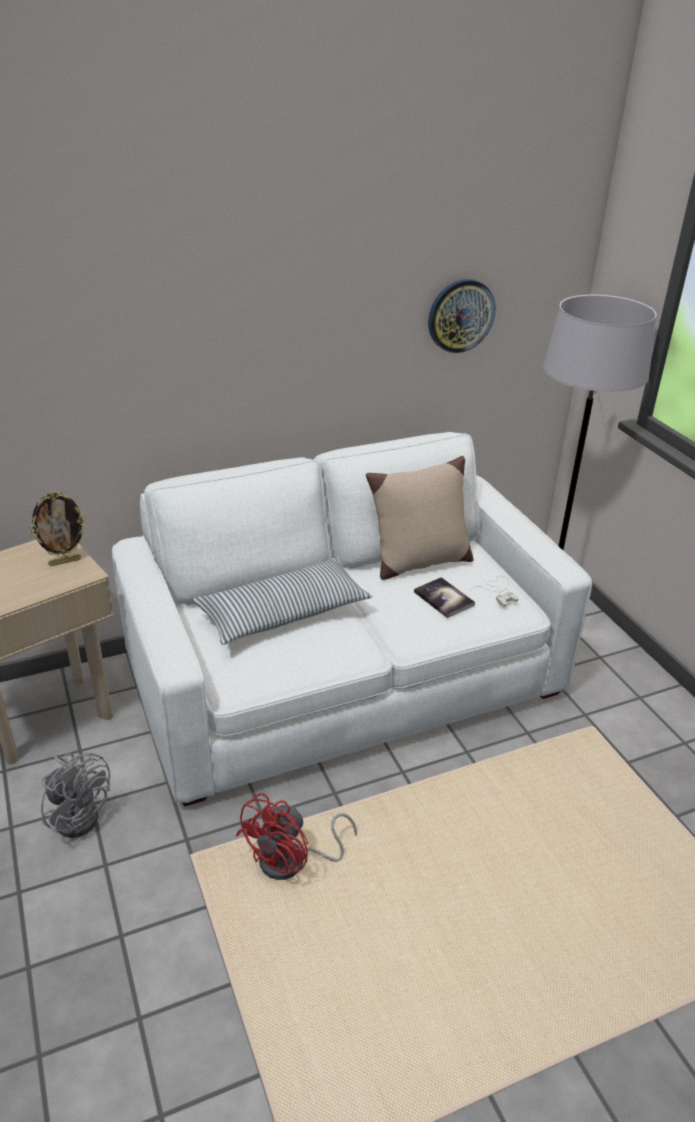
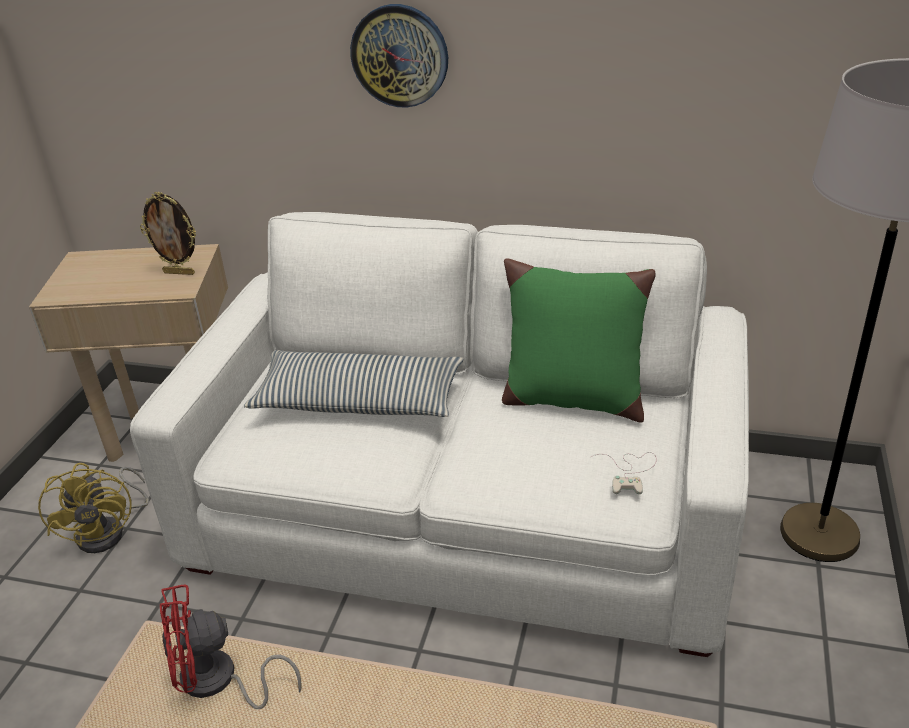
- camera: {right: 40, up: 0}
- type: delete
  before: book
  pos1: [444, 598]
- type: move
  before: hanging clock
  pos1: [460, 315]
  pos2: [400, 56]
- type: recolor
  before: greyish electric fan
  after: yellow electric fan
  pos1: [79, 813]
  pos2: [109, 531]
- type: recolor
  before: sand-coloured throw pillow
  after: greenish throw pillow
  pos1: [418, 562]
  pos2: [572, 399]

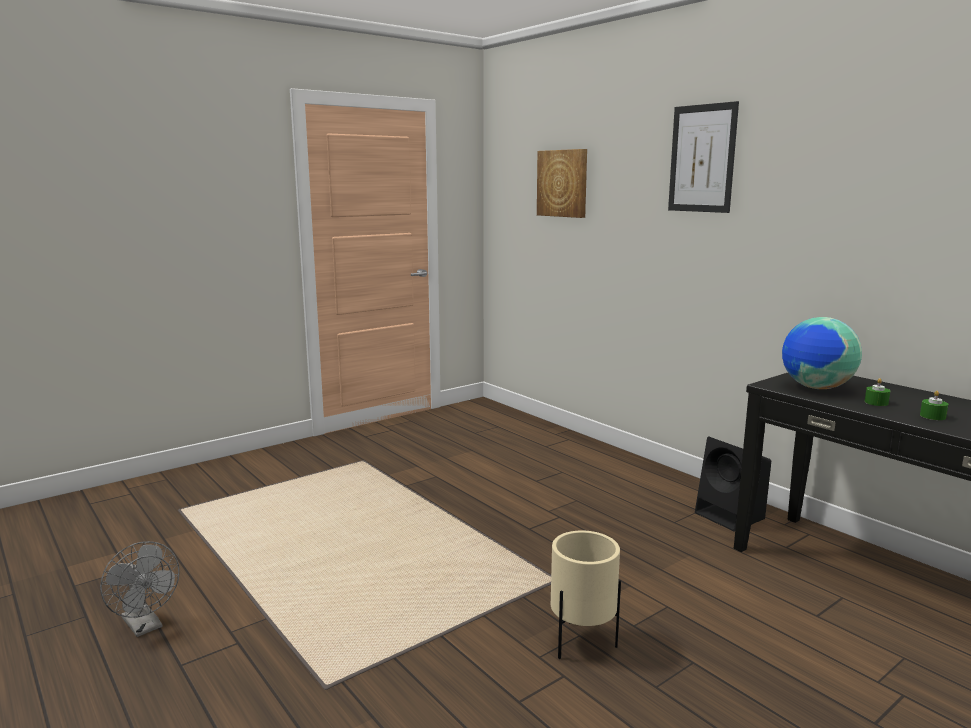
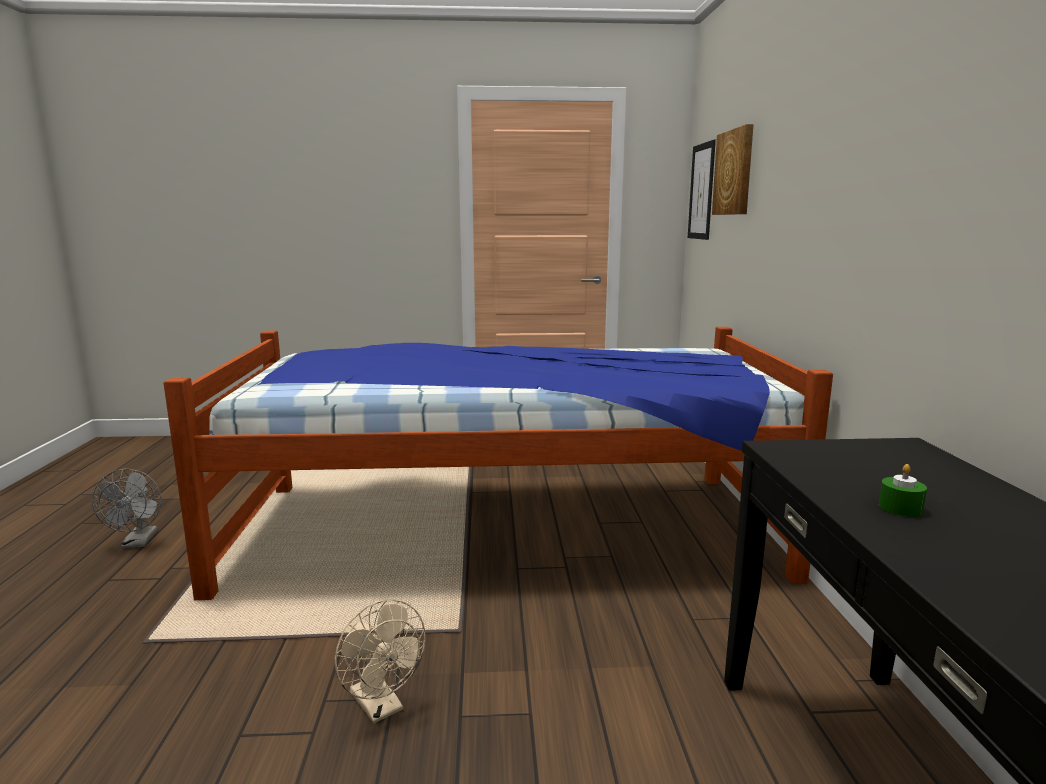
- camera: {right: 35, up: 0}
- type: delete
  before: black speaker
  pos1: [731, 516]
- type: delete
  before: world globe
  pos1: [816, 388]
- type: delete
  before: greenish candle
  pos1: [932, 416]
- type: insert
  after: bed
  pos2: [504, 527]
- type: move
  before: wall art
  pos1: [702, 158]
  pos2: [701, 191]
- type: replace
  before: sand-coloured planter
  after: sand-coloured electric fan
  pos1: [581, 643]
  pos2: [381, 707]

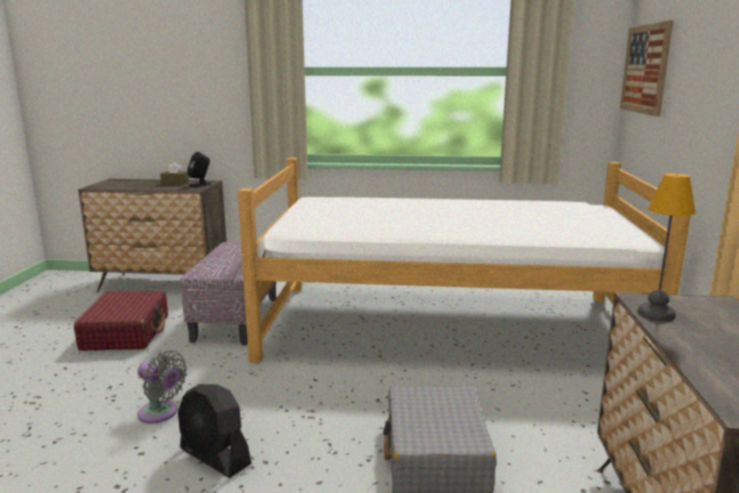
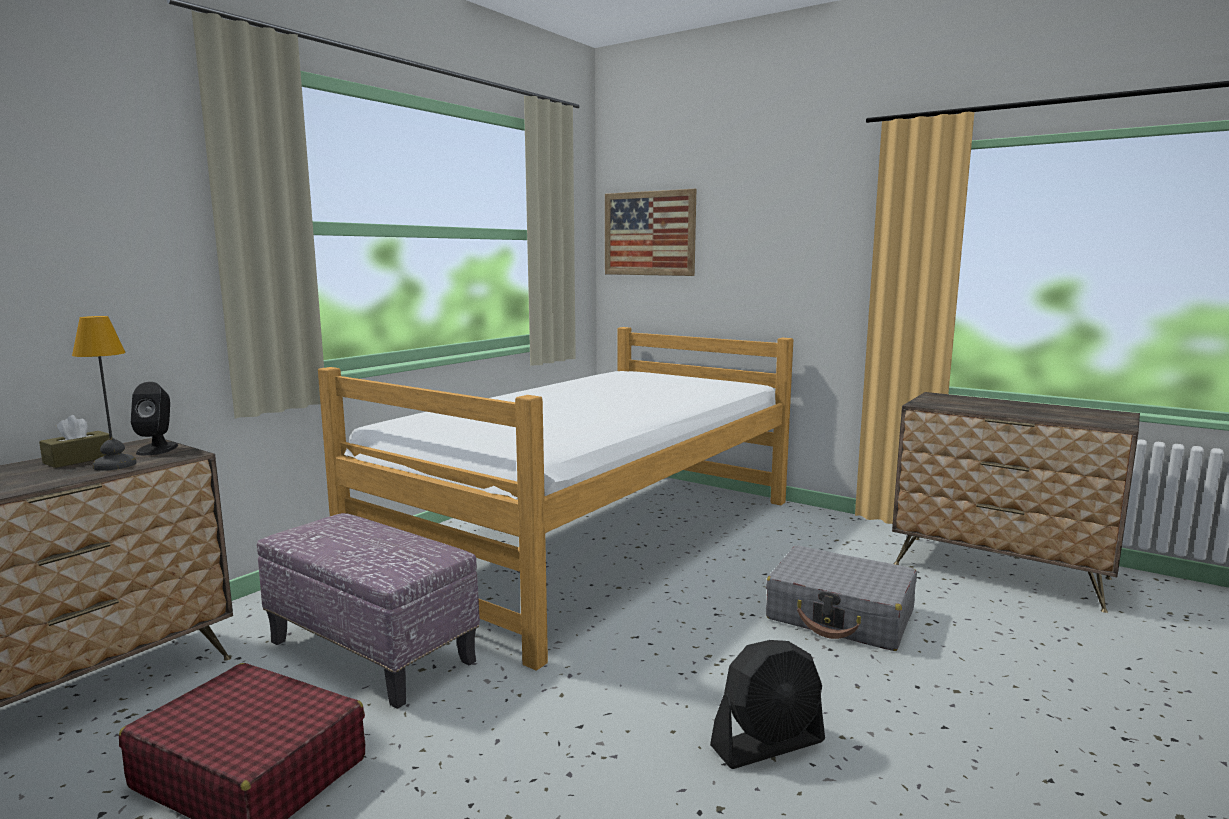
- camera: {right: -60, up: -5}
- type: delete
  before: greyish electric fan
  pos1: [161, 414]
- type: move
  before: lamp for a table
  pos1: [655, 313]
  pos2: [113, 465]

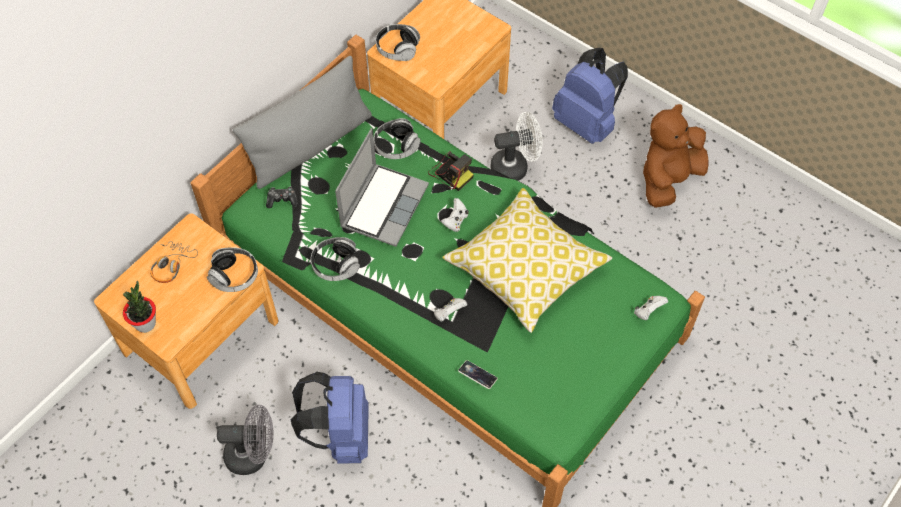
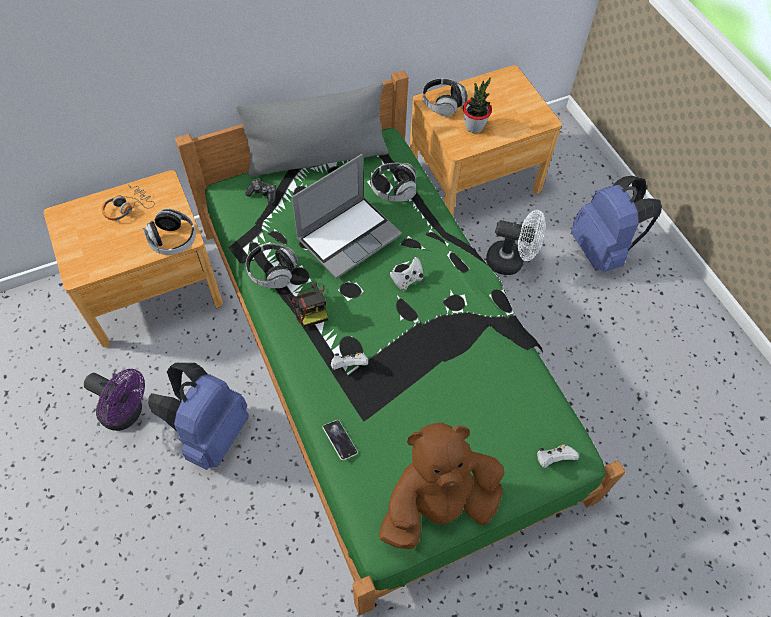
- camera: {right: 25, up: 0}
- type: delete
  before: throw pillow
  pos1: [526, 269]
- type: move
  before: plant in a pot
  pos1: [145, 323]
  pos2: [474, 126]
- type: move
  before: photo camera
  pos1: [450, 172]
  pos2: [309, 305]
- type: move
  before: brown-coloured soft toy
  pos1: [668, 179]
  pos2: [438, 504]
- type: recolor
  before: greyish electric fan
  after: purplish electric fan
  pos1: [253, 455]
  pos2: [127, 414]

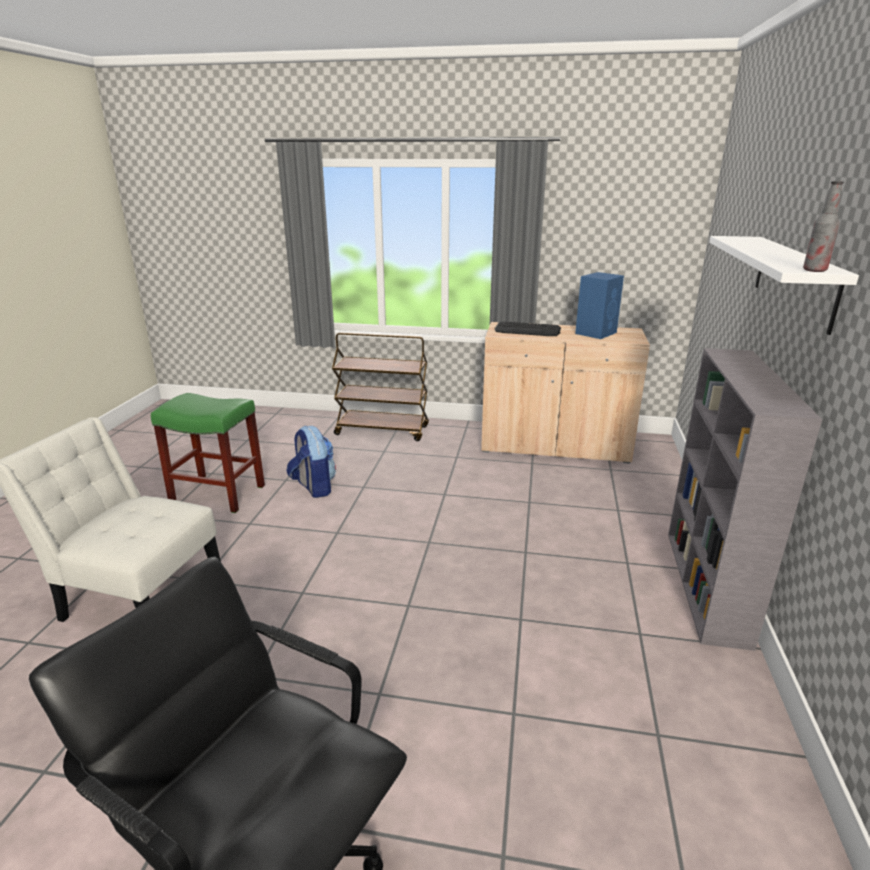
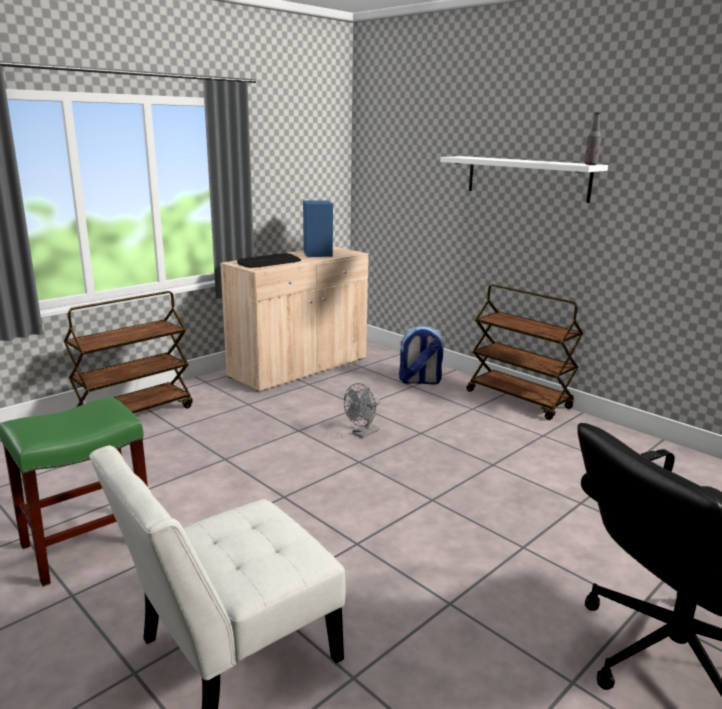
- camera: {right: -55, up: -5}
- type: insert
  after: greyish electric fan
  pos2: [362, 434]
- type: move
  before: backpack
  pos1: [313, 487]
  pos2: [419, 381]
- type: replace
  before: greyish bookcase
  after: brown-coloured trolley
  pos1: [706, 586]
  pos2: [519, 400]

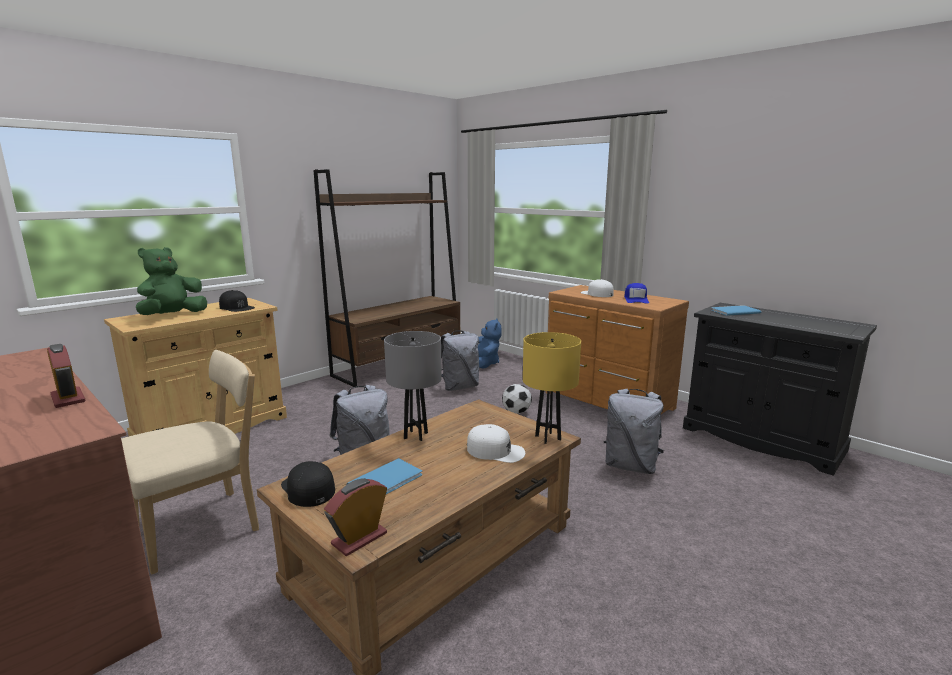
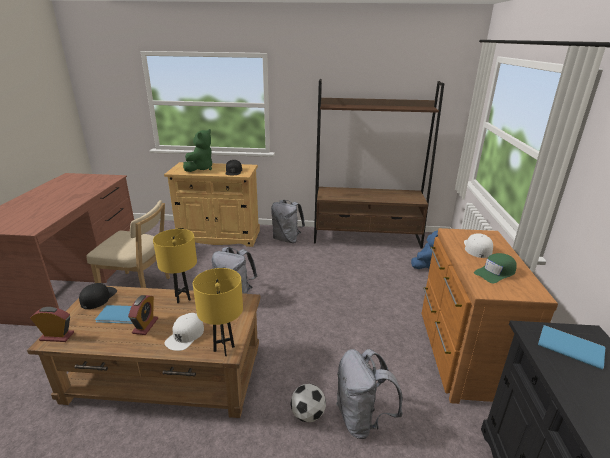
- camera: {right: 50, up: 10}
- type: move
  before: table clock
  pos1: [68, 398]
  pos2: [145, 326]
- type: move
  before: greyish backpack
  pos1: [459, 387]
  pos2: [287, 239]
- type: move
  before: ball for football
  pos1: [516, 412]
  pos2: [308, 414]
- type: recolor
  before: greyish lamp for a table
  after: yellow lamp for a table
  pos1: [415, 435]
  pos2: [182, 298]
- type: recolor
  before: blue peaked cap
  after: greenish peaked cap
  pos1: [636, 299]
  pos2: [495, 273]
- type: rotate
  before: greenish soft toy
  pos1: [173, 315]
  pos2: [200, 168]
  turn: 120
- type: rotate
  before: white-coloured peaked cap
  pos1: [495, 451]
  pos2: [185, 335]
  turn: 45

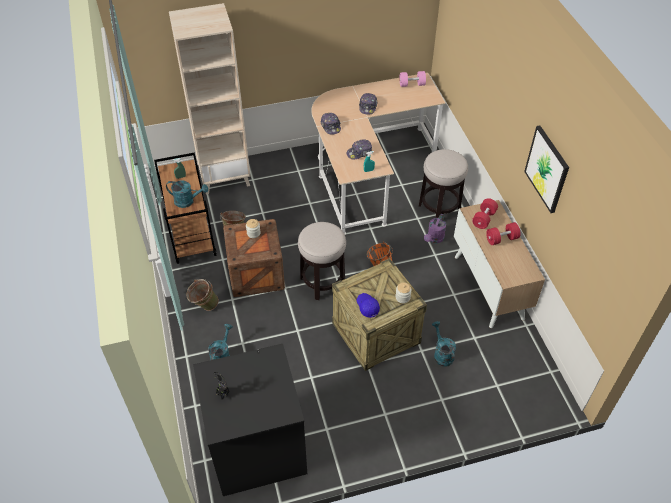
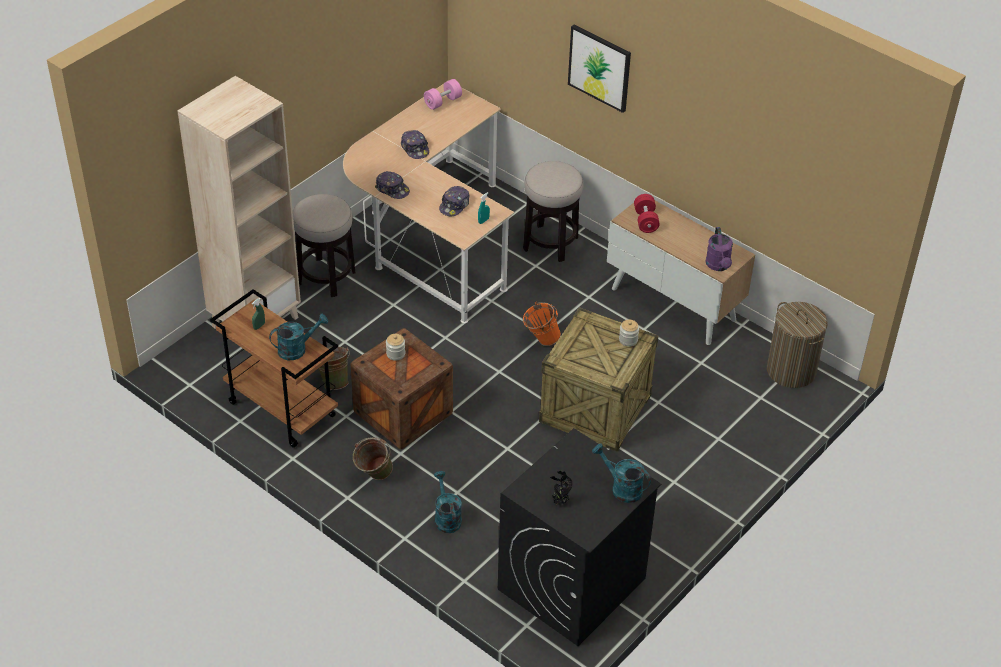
- camera: {right: -35, up: -5}
- type: delete
  before: blue peaked cap
  pos1: [367, 307]
- type: delete
  before: red-coloured free weight
  pos1: [501, 239]
- type: insert
  after: washing basket
  pos2: [791, 370]
- type: move
  before: sitting stool
  pos1: [322, 282]
  pos2: [326, 277]
- type: move
  before: purplish sprinkling can
  pos1: [434, 239]
  pos2: [718, 266]
- type: move
  before: turquoise sprinkling can
  pos1: [441, 354]
  pos2: [621, 488]
- type: move
  before: wall art
  pos1: [547, 169]
  pos2: [600, 67]

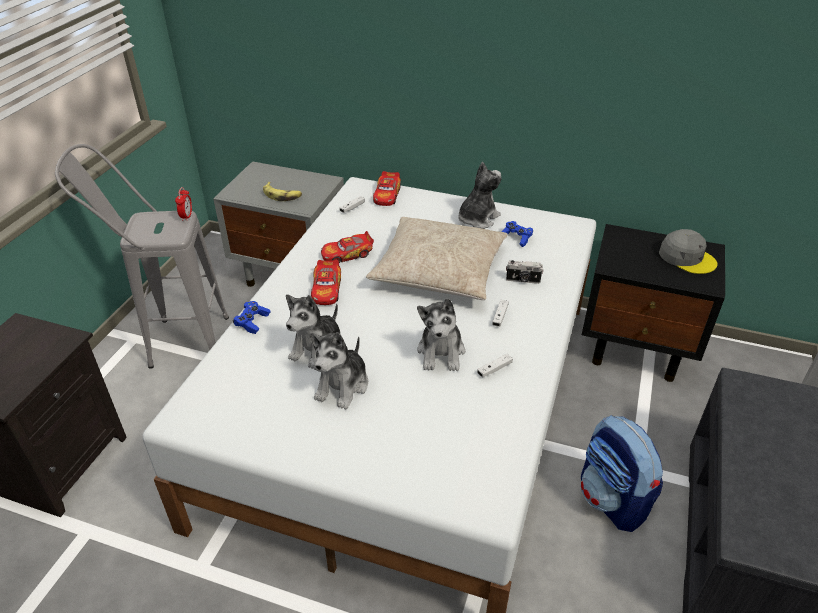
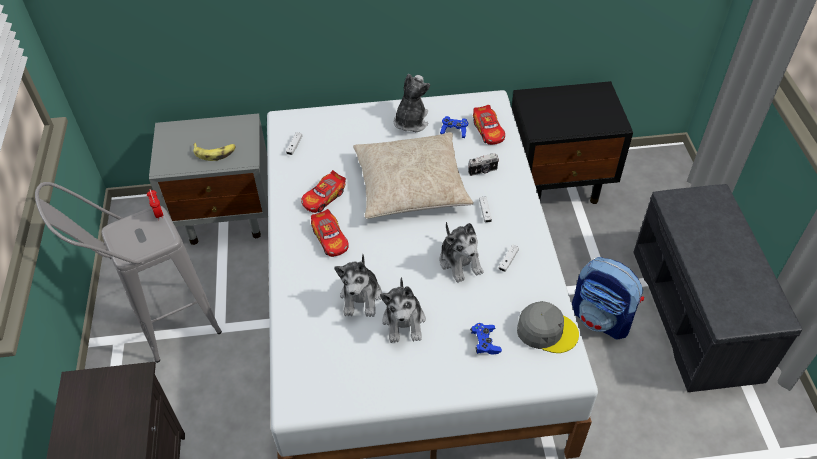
- camera: {right: -25, up: 10}
- type: move
  before: blue game controller
  pos1: [252, 322]
  pos2: [485, 342]
- type: move
  before: model car
  pos1: [387, 195]
  pos2: [488, 131]
- type: move
  before: greyish peaked cap
  pos1: [687, 257]
  pos2: [546, 330]

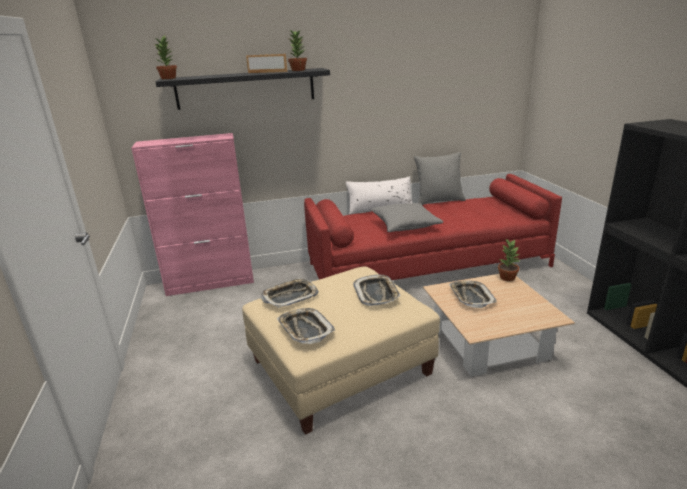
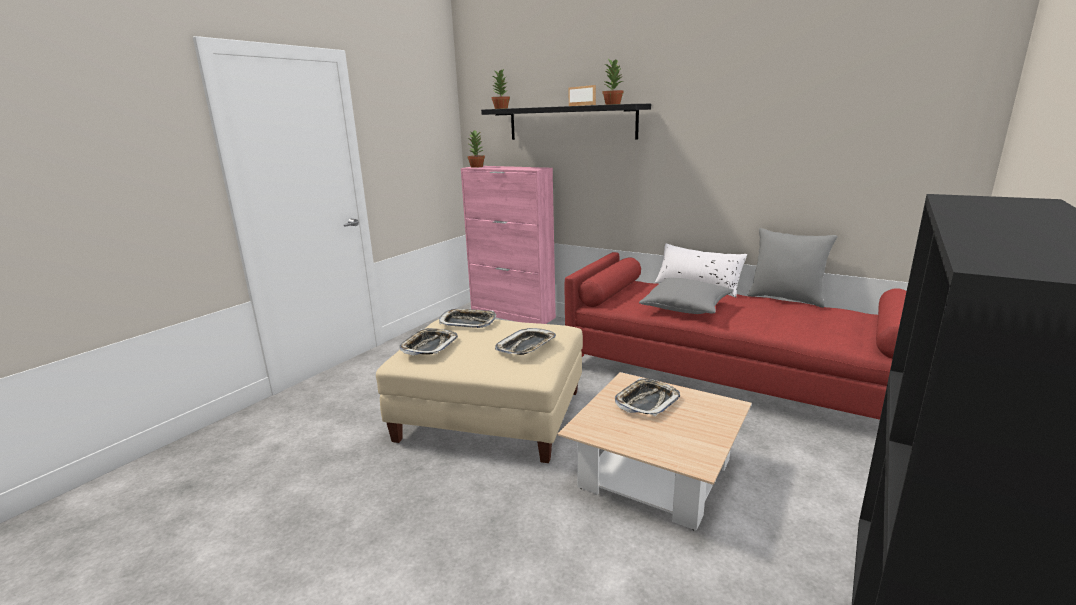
- camera: {right: 45, up: -5}
- type: move
  before: plant in a pot
  pos1: [507, 277]
  pos2: [477, 166]

